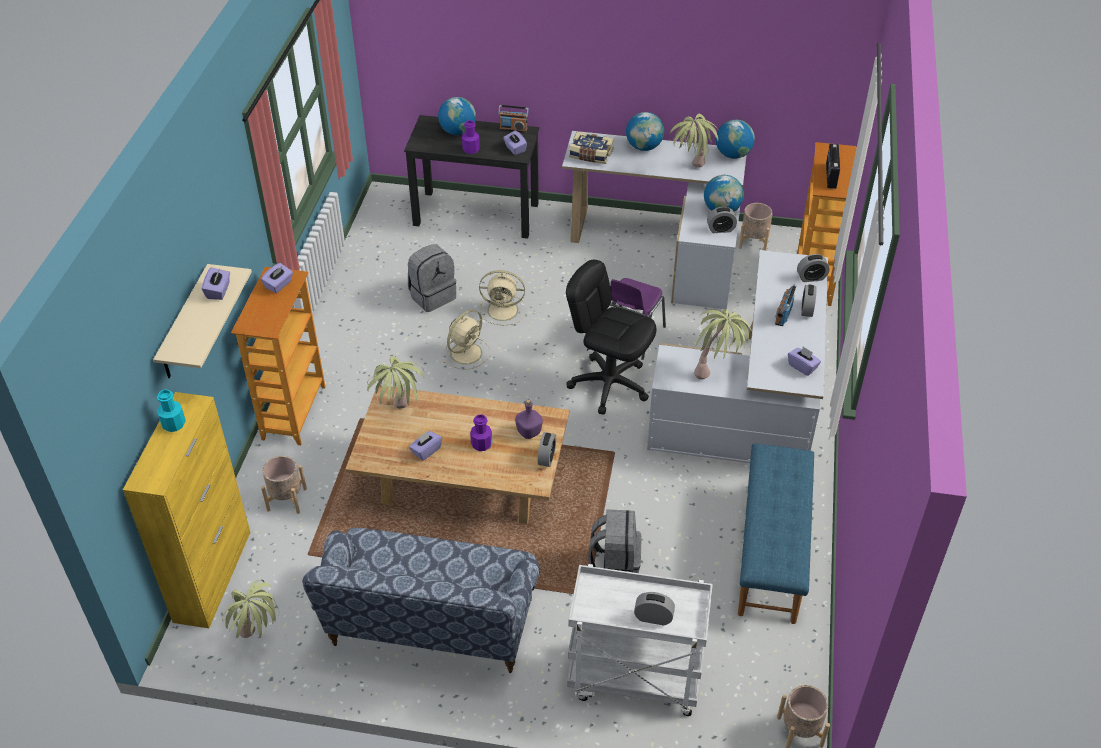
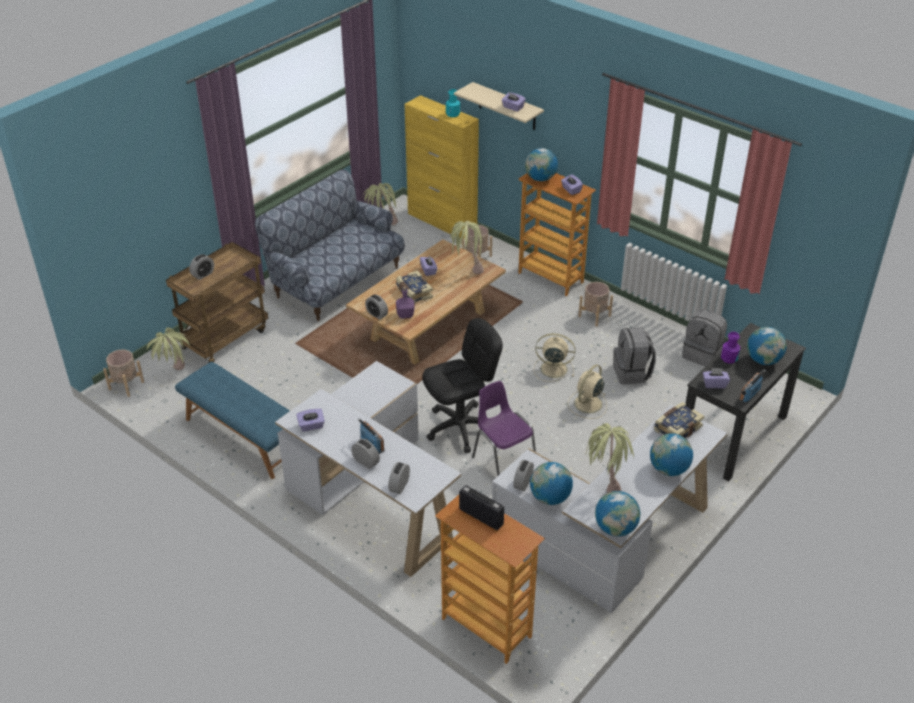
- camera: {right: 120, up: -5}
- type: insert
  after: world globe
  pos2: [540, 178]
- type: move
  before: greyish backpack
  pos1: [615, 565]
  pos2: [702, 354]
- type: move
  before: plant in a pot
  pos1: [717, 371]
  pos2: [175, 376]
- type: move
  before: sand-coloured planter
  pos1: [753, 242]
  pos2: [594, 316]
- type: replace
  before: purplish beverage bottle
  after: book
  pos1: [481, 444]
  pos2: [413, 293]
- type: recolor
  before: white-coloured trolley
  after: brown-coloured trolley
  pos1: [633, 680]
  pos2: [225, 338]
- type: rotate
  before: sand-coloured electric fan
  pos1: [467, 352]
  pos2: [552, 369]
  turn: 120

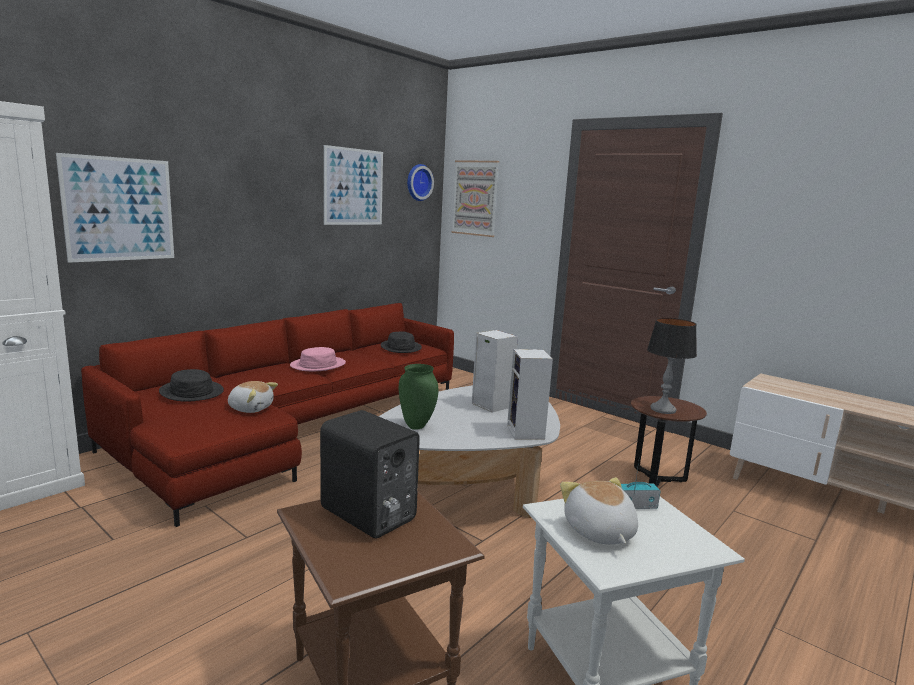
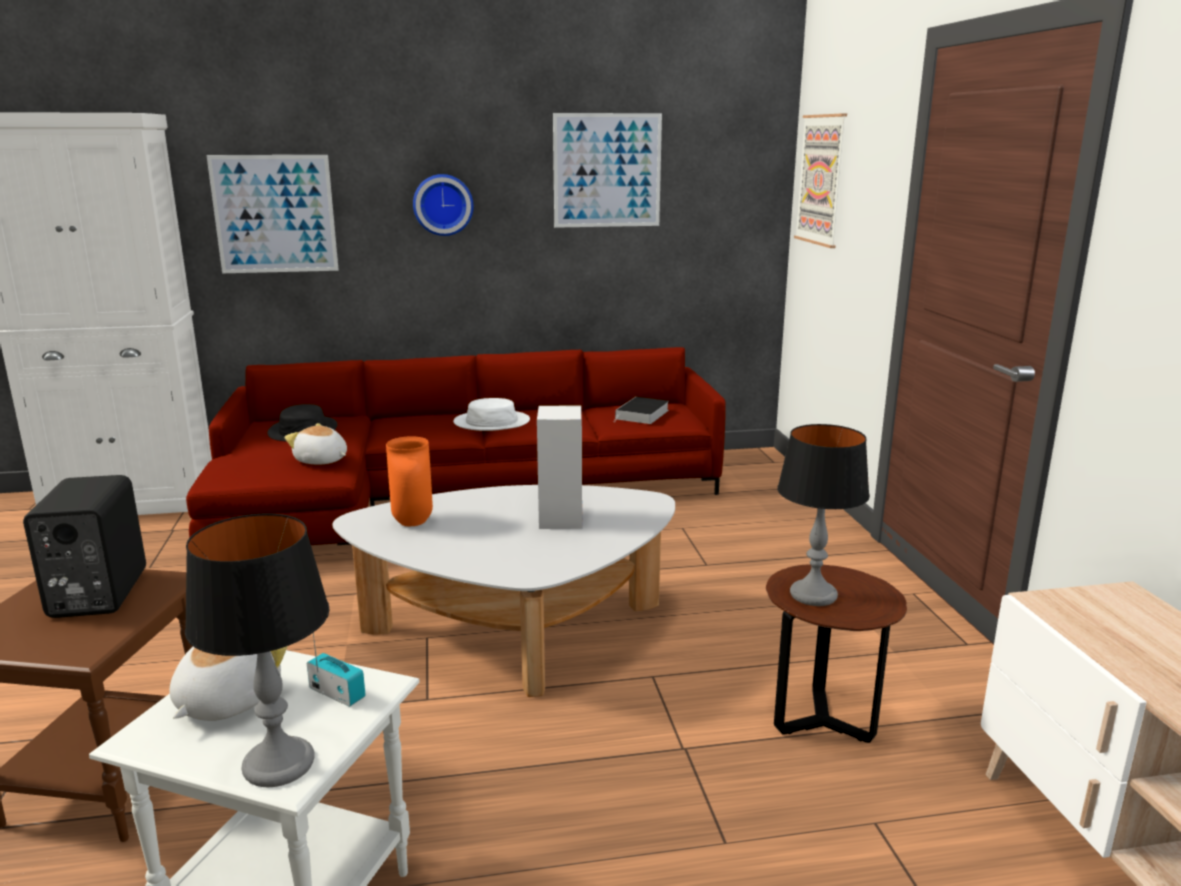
- camera: {right: 40, up: 5}
- type: delete
  before: speaker
  pos1: [526, 433]
- type: insert
  after: lamp for a table
  pos2: [279, 764]
- type: move
  before: hanging clock
  pos1: [418, 182]
  pos2: [443, 204]
- type: replace
  before: black clothing hat
  after: book
  pos1: [401, 347]
  pos2: [642, 415]
- type: recolor
  before: pink-coloured clothing hat
  after: white-coloured clothing hat
  pos1: [318, 365]
  pos2: [492, 422]
- type: recolor
  before: greenish flower vase
  after: orange flower vase
  pos1: [417, 426]
  pos2: [414, 522]
- type: rotate
  before: soft toy
  pos1: [251, 408]
  pos2: [321, 461]
  turn: 150

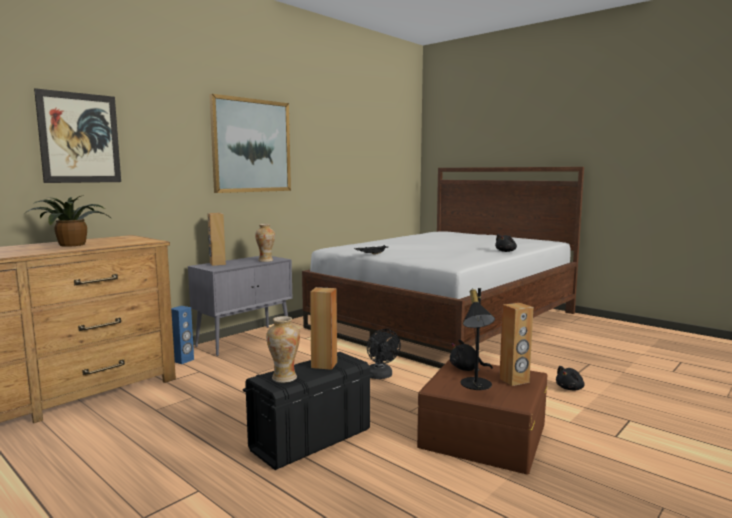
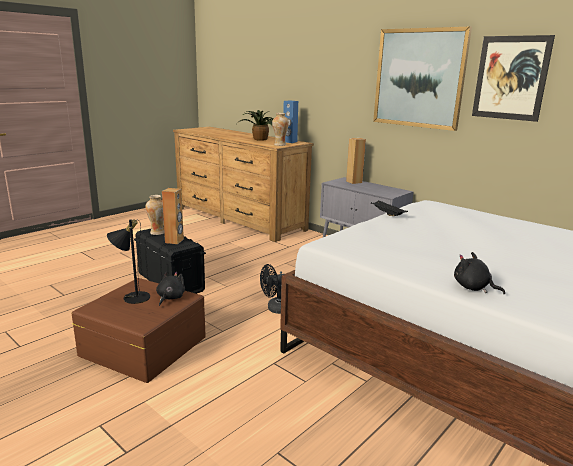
- camera: {right: 90, up: 10}
- type: delete
  before: brown-coloured speaker
  pos1: [514, 380]
- type: delete
  before: black soft toy
  pos1: [570, 388]
- type: move
  before: wall art
  pos1: [80, 138]
  pos2: [510, 78]
- type: move
  before: blue speaker
  pos1: [183, 360]
  pos2: [289, 142]
- type: move
  before: flower vase
  pos1: [265, 260]
  pos2: [280, 145]

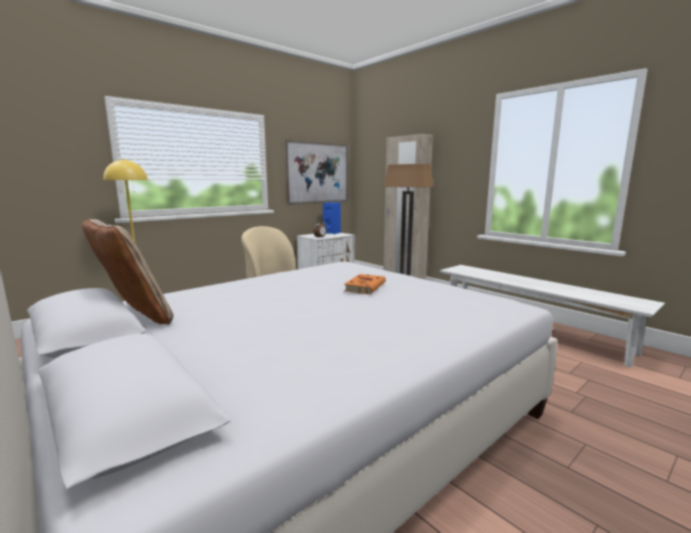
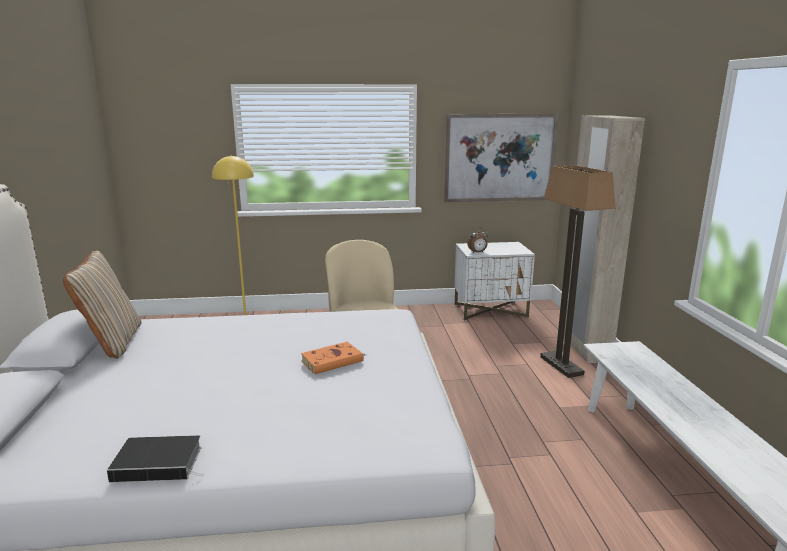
- camera: {right: 35, up: 5}
- type: delete
  before: blue speaker
  pos1: [332, 233]
- type: insert
  after: book
  pos2: [160, 463]

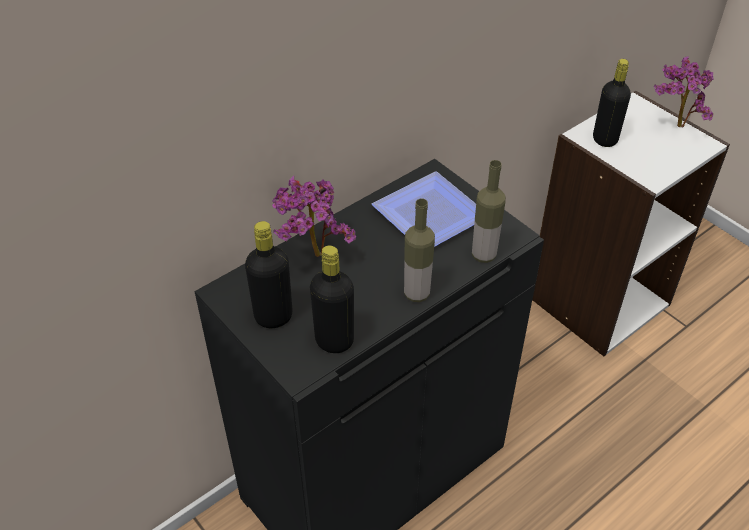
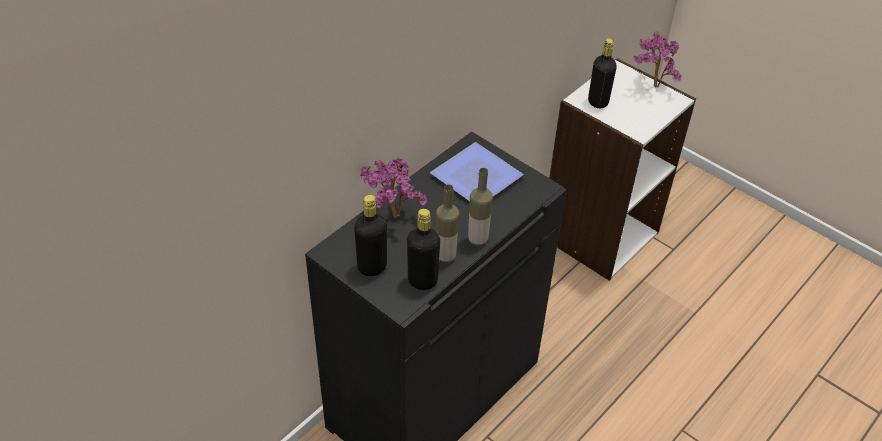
- camera: {right: -10, up: 0}
- type: move
  before: beverage bottle
  pos1: [483, 255]
  pos2: [445, 256]

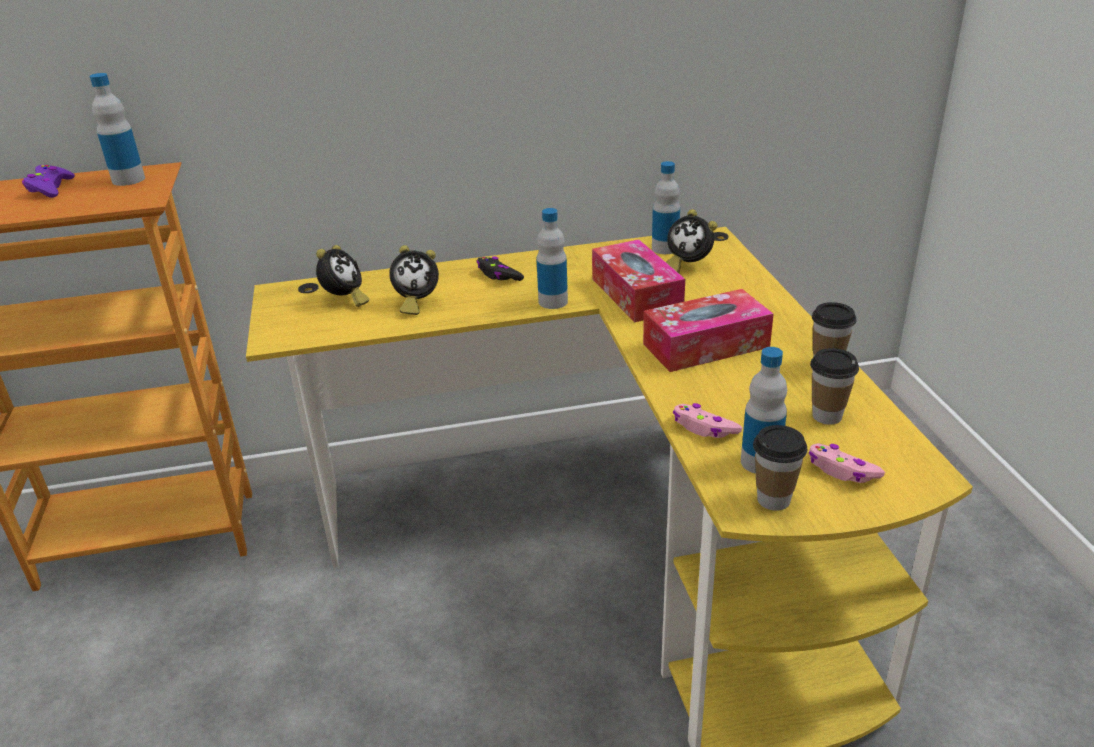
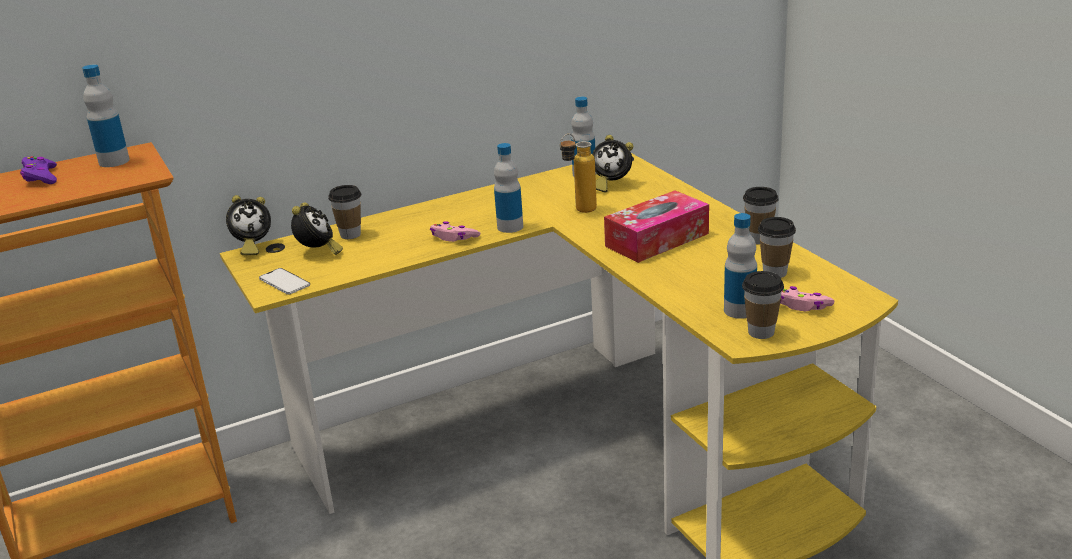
- camera: {right: -15, up: -5}
- type: delete
  before: black game controller
  pos1: [499, 275]
- type: insert
  after: phone
  pos2: [284, 282]
- type: insert
  after: drinking cup
  pos2: [350, 234]
- type: move
  before: table clock
  pos1: [415, 304]
  pos2: [252, 247]
- type: move
  before: pink-coloured game controller
  pos1: [704, 428]
  pos2: [454, 238]
- type: replace
  before: box of tissues
  after: beverage bottle
  pos1: [636, 294]
  pos2: [579, 211]

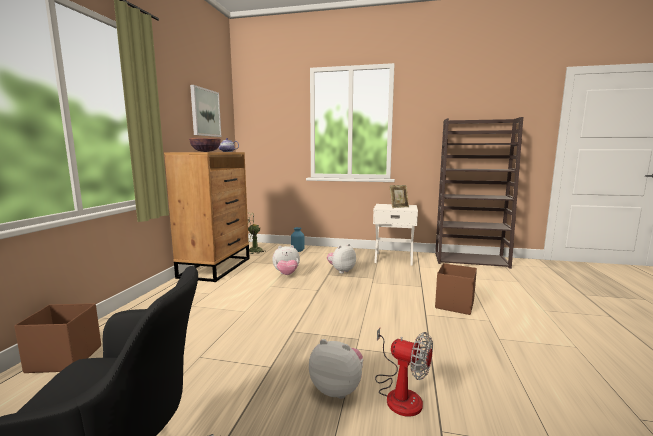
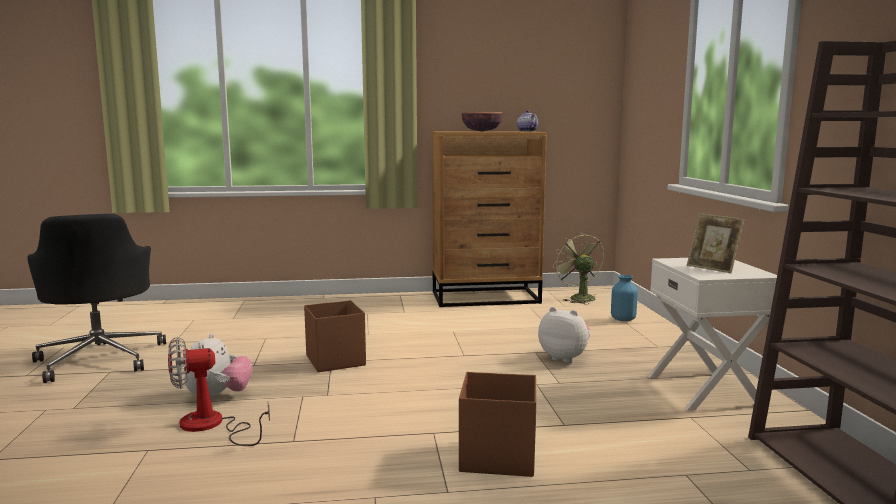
- camera: {right: 70, up: 0}
- type: delete
  before: wall art
  pos1: [205, 112]
- type: delete
  before: soft toy
  pos1: [286, 274]
- type: move
  before: brown-coloured storage bin
  pos1: [64, 358]
  pos2: [335, 360]
- type: rotate
  before: electric fan
  pos1: [399, 393]
  pos2: [211, 426]
  turn: 60

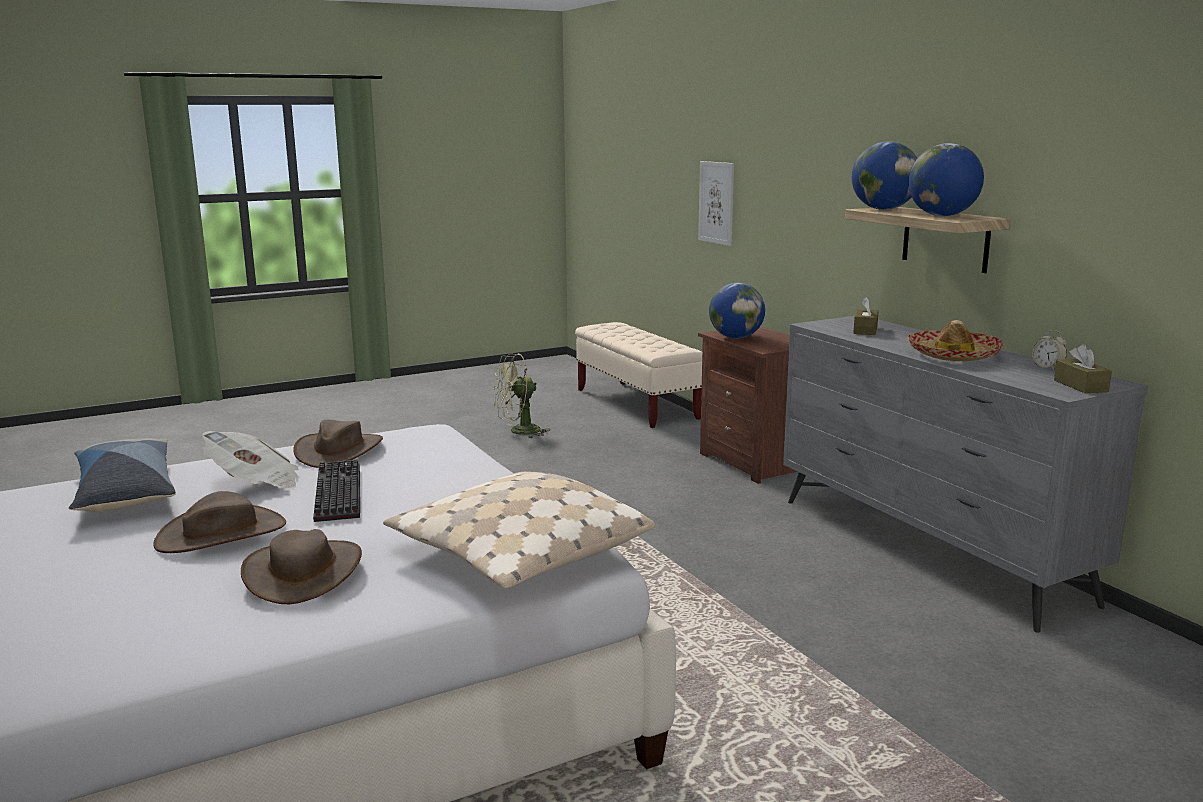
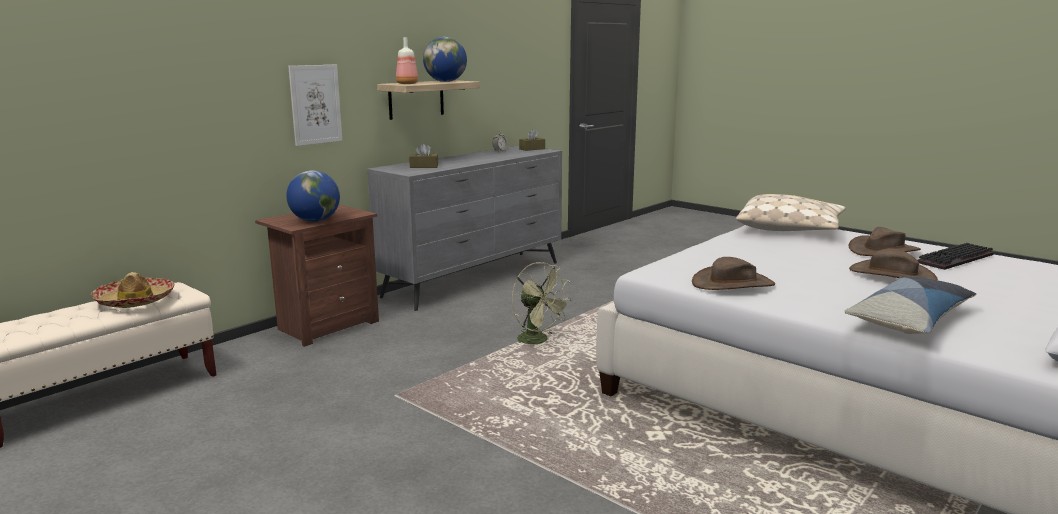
- camera: {right: -110, up: 0}
- type: delete
  before: printed paper
  pos1: [256, 483]
- type: move
  before: keyboard
  pos1: [335, 493]
  pos2: [956, 259]
- type: move
  before: greenish electric fan
  pos1: [519, 432]
  pos2: [538, 341]
- type: move
  before: wall art
  pos1: [716, 202]
  pos2: [315, 104]
- type: move
  before: clothing hat
  pos1: [952, 355]
  pos2: [135, 300]
- type: replace
  before: world globe
  after: beverage bottle
  pos1: [883, 209]
  pos2: [407, 84]

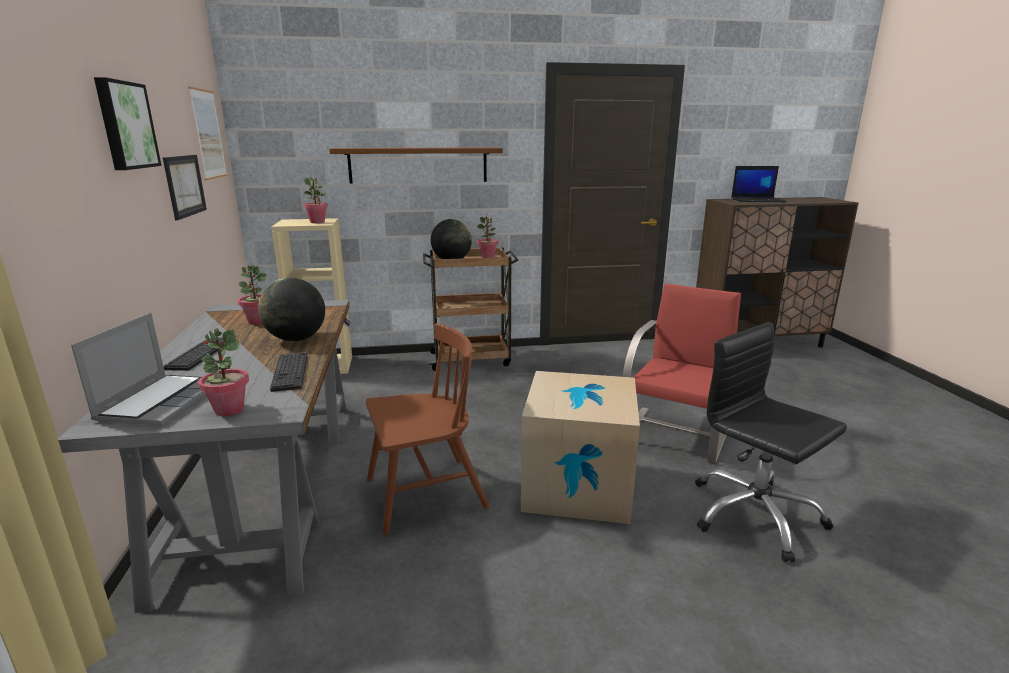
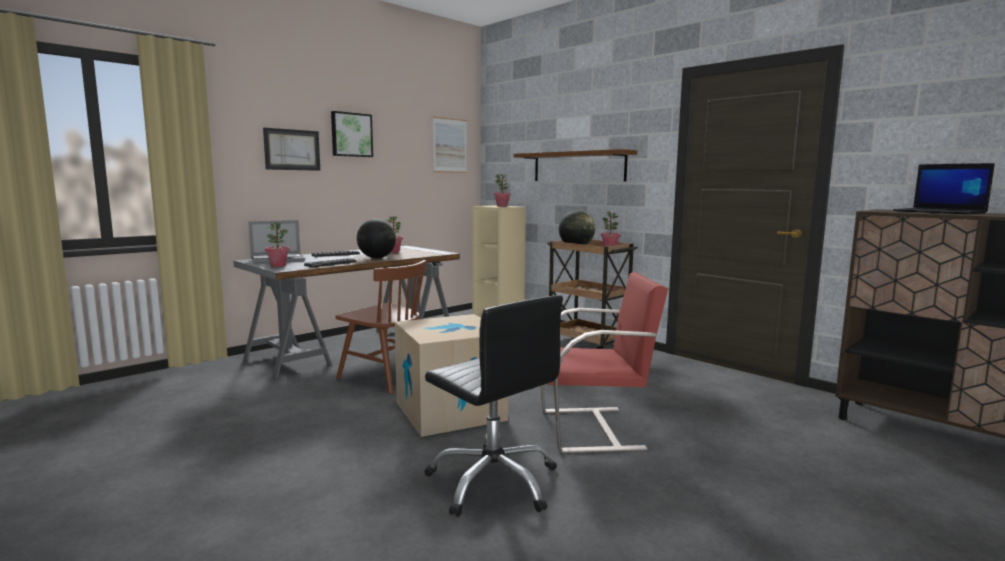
- camera: {right: 55, up: -10}
- type: move
  before: wall art
  pos1: [184, 185]
  pos2: [292, 149]
- type: rotate
  before: black computer chair
  pos1: [754, 515]
  pos2: [494, 481]
  turn: 120

